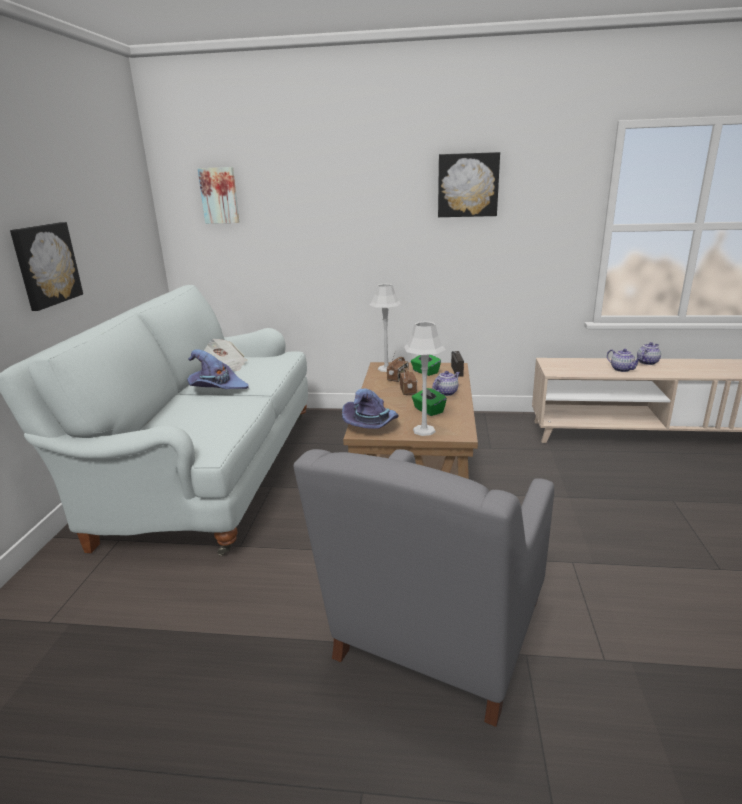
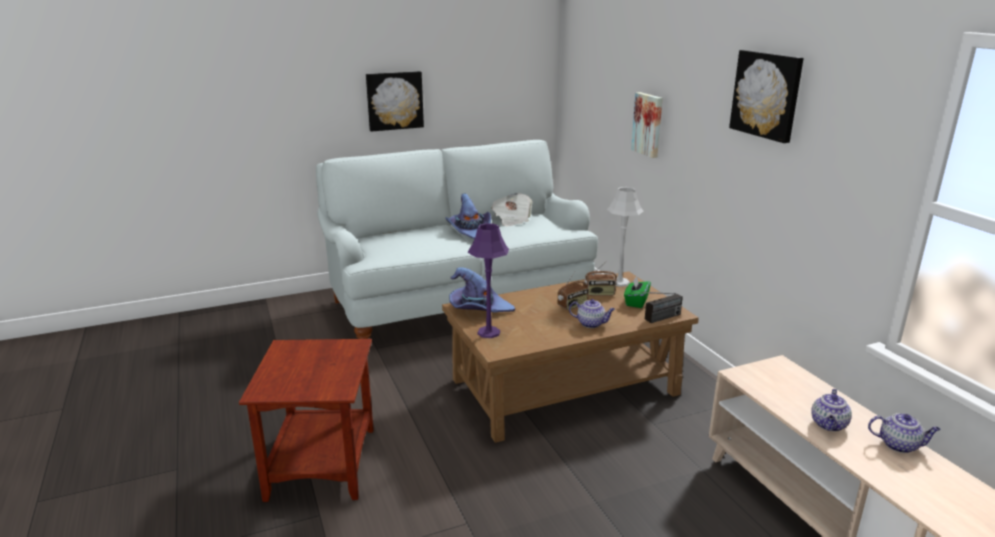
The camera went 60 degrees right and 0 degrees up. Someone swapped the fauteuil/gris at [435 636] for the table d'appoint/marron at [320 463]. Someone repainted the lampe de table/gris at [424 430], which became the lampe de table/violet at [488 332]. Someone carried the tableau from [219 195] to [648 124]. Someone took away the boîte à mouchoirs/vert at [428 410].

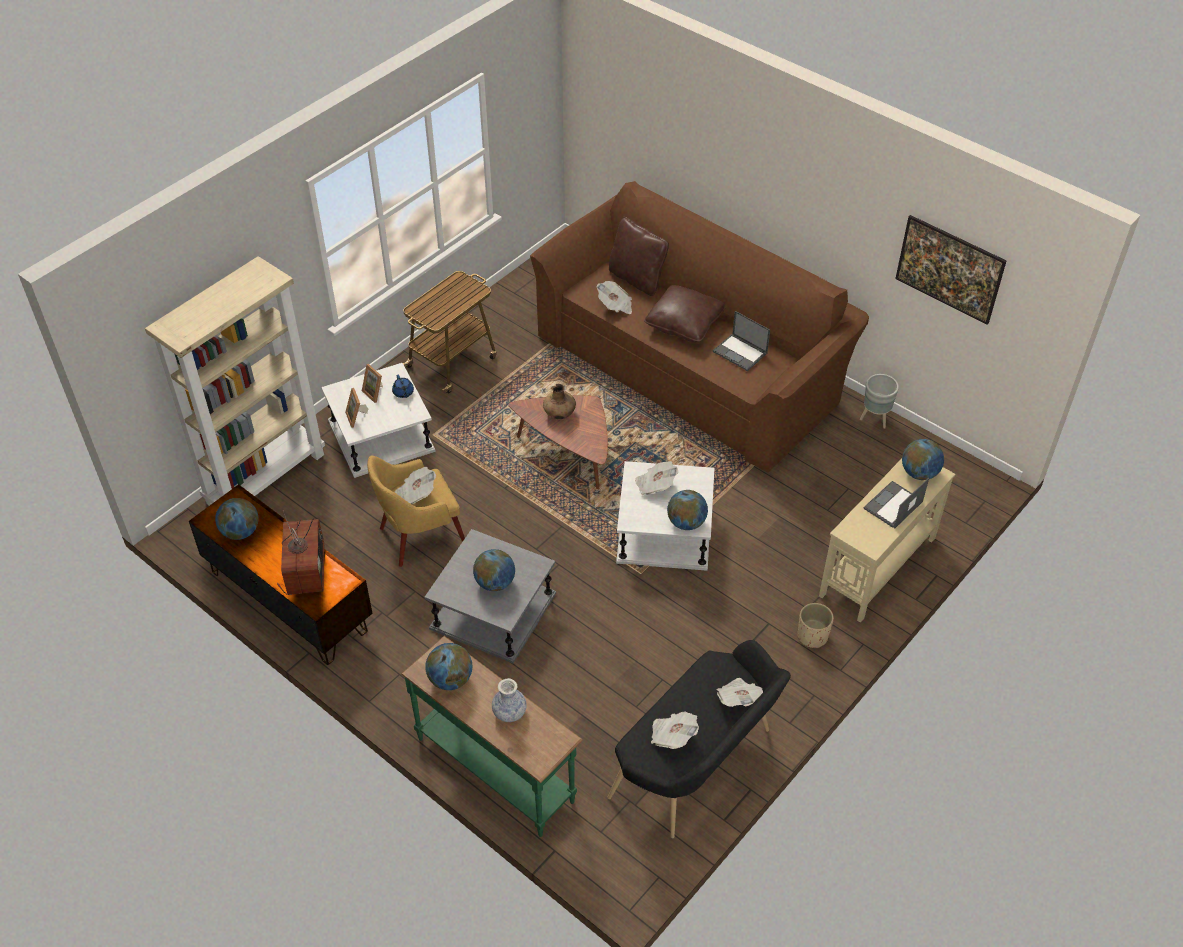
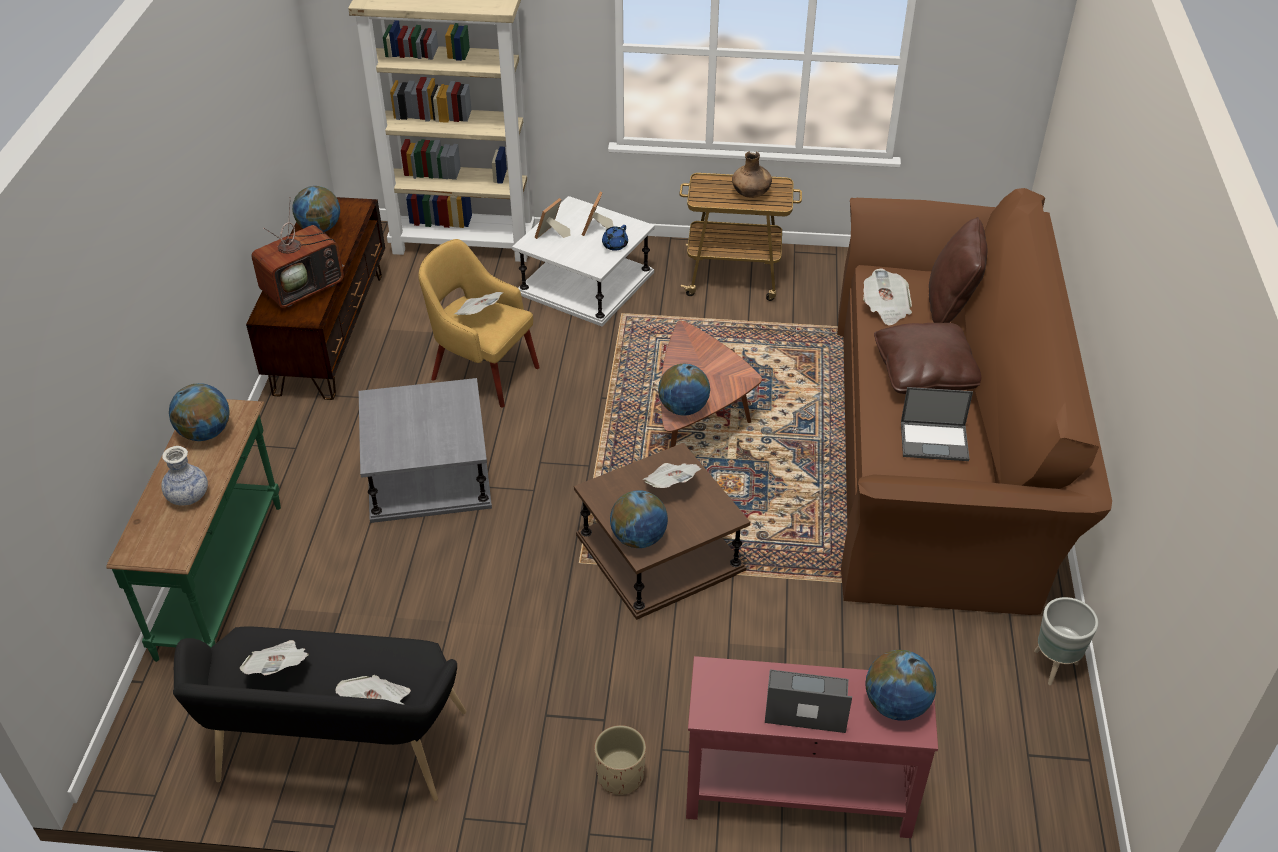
The camera went 55 degrees right and 5 degrees down. Someone repainted the table d'appoint/blanc at [664 531], which became the table d'appoint/marron at [660 553]. Someone carried the globe from [495 583] to [683 408]. Someone repainted the table console/beige at [877 567], which became the table console/rouge at [797 792]. Someone carried the vase/marron from [559 413] to [751 194]. Someone rotated the ordinateur portable at [740 352] by 90 degrees counterclockwise. Someone took away the tableau at [945 284].

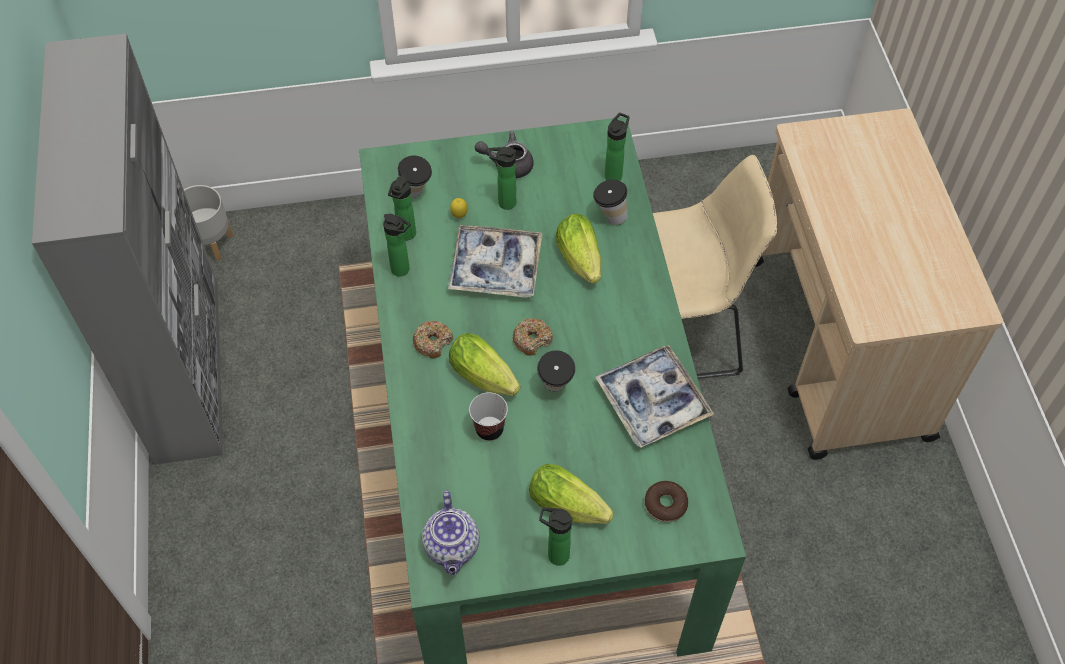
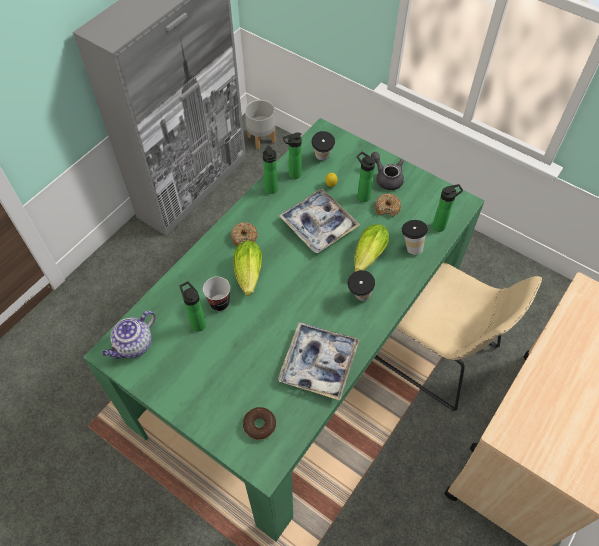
The camera went 45 degrees right and 0 degrees up. Someone carried the bouteille from [555 555] to [197 323]. Someone carried the tasse from [555 389] to [359 298]. Someone carried the beignet from [532 340] to [387 208]. Someone took away the laitue at [571 507].

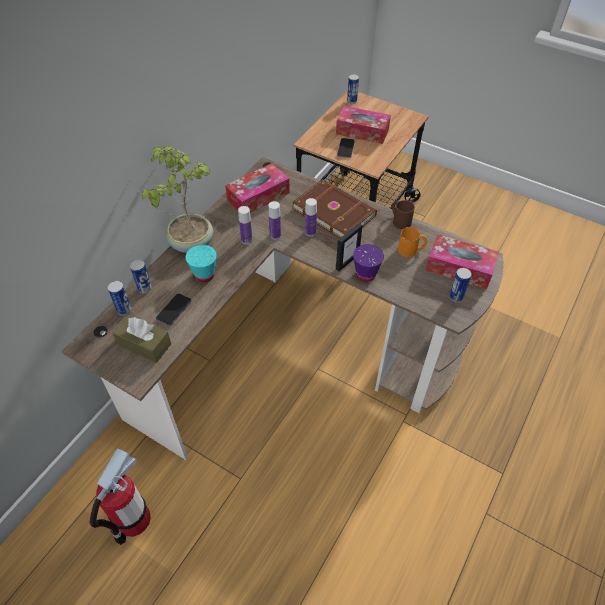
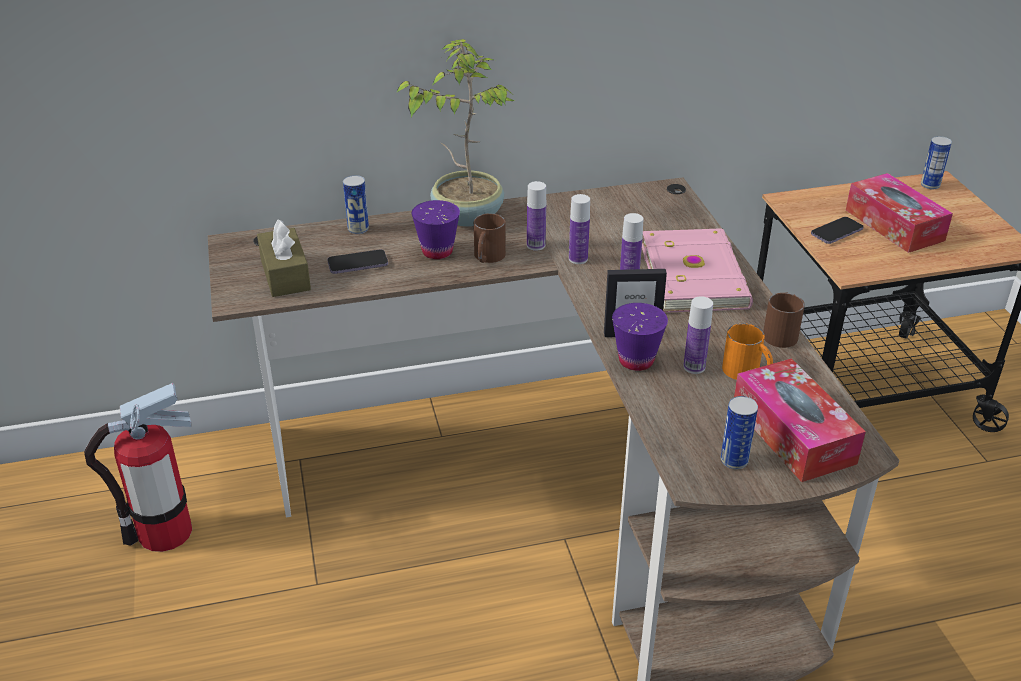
The camera went 45 degrees right and 15 degrees down. Someone repainted the tasse/turquoise at [204 275], which became the tasse/violet at [437 251]. Someone put down the mug/marron at [487 257]. Someone repainted the livre/marron at [334 211], which became the livre/rose at [696 275]. Someone put down the bouteille at [694 367]. Someone took away the boîte métallique at [124 310]. Someone took away the boîte à mouchoirs at [258 196].

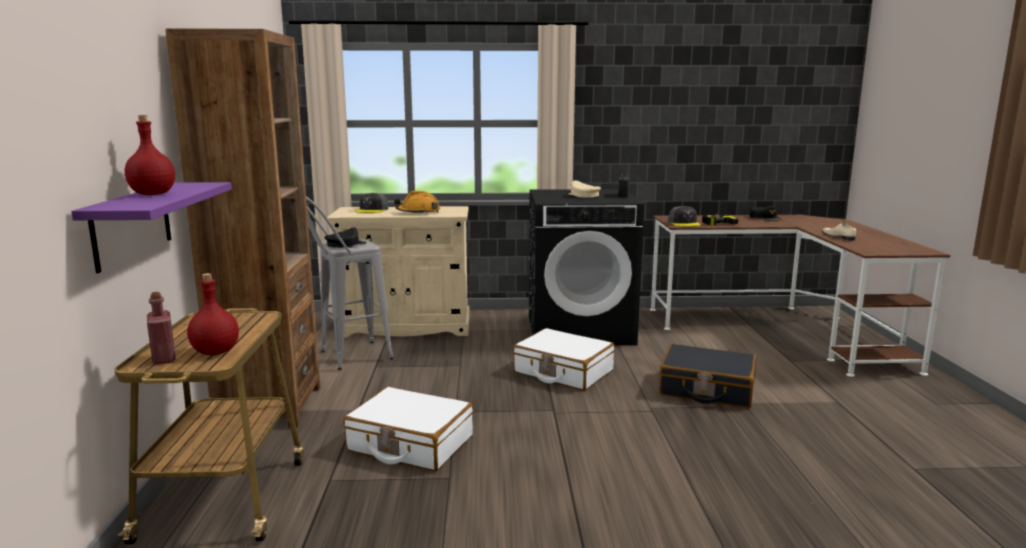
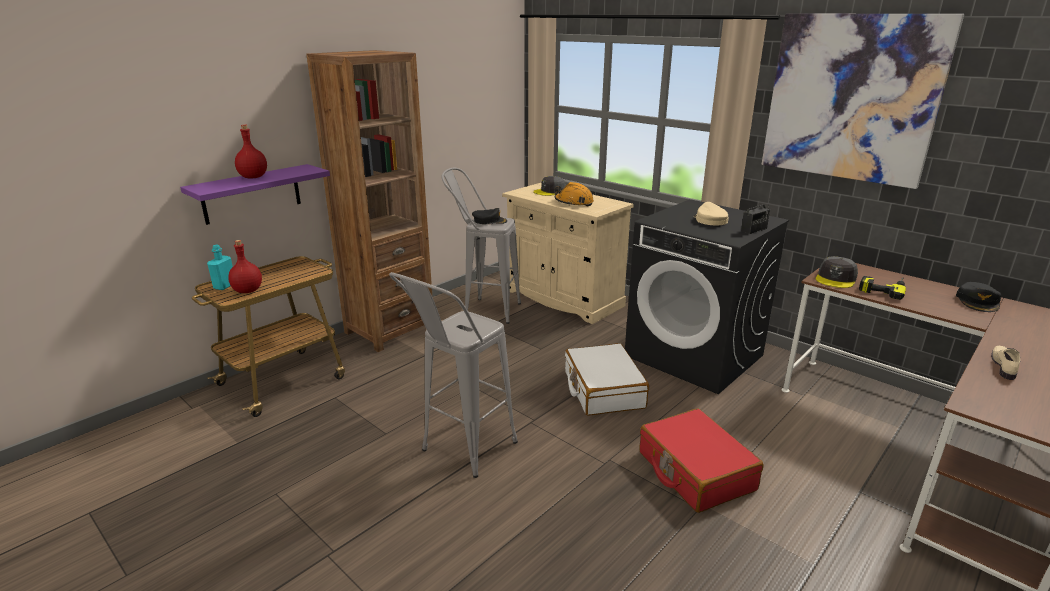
The camera went 45 degrees right and 10 degrees up. Someone repainted the bouteille/rouge at [164 358], which became the bouteille/turquoise at [224 286]. Someone put down the tabouret/gris at [460 454]. Someone repainted the valise/noir at [706 389], which became the valise/rouge at [695 471]. Someone put up the tableau at [851 98]. Someone took away the valise/blanc at [410 444].

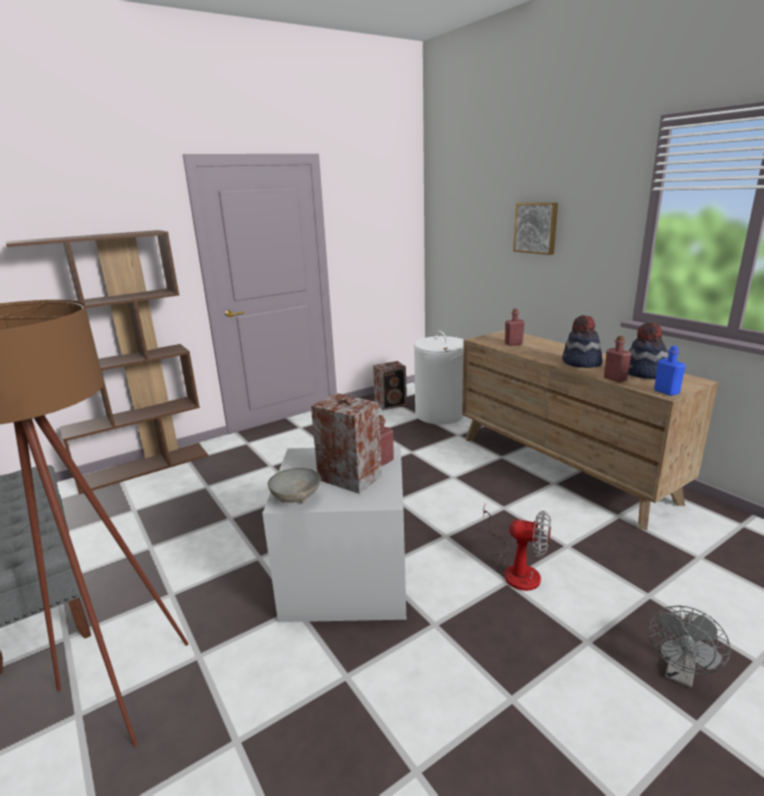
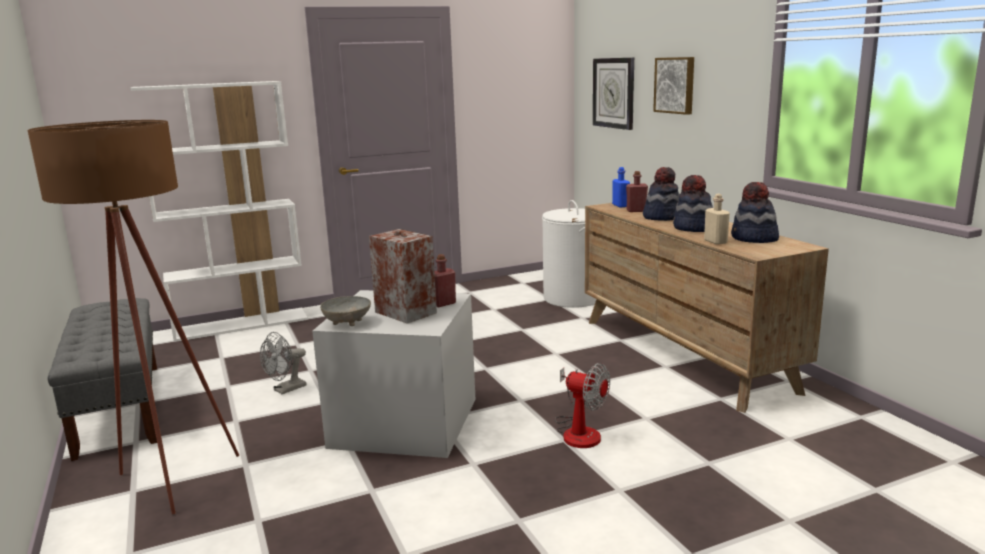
The camera went 10 degrees right and 5 degrees down. Someone repainted the bibliothèque/marron at [144 467], which became the bibliothèque/blanc at [241 324]. Someone carried the ventilateur/gris from [680 675] to [286 390]. Someone put up the horloge murale at [614 93]. Someone carried the bouteille/bleu from [666 392] to [620 205]. Someone put down the chapeau at [662 217]. Someone repainted the bouteille/rouge at [615 379], which became the bouteille/beige at [715 242]. Someone took away the enceinte at [391 404].

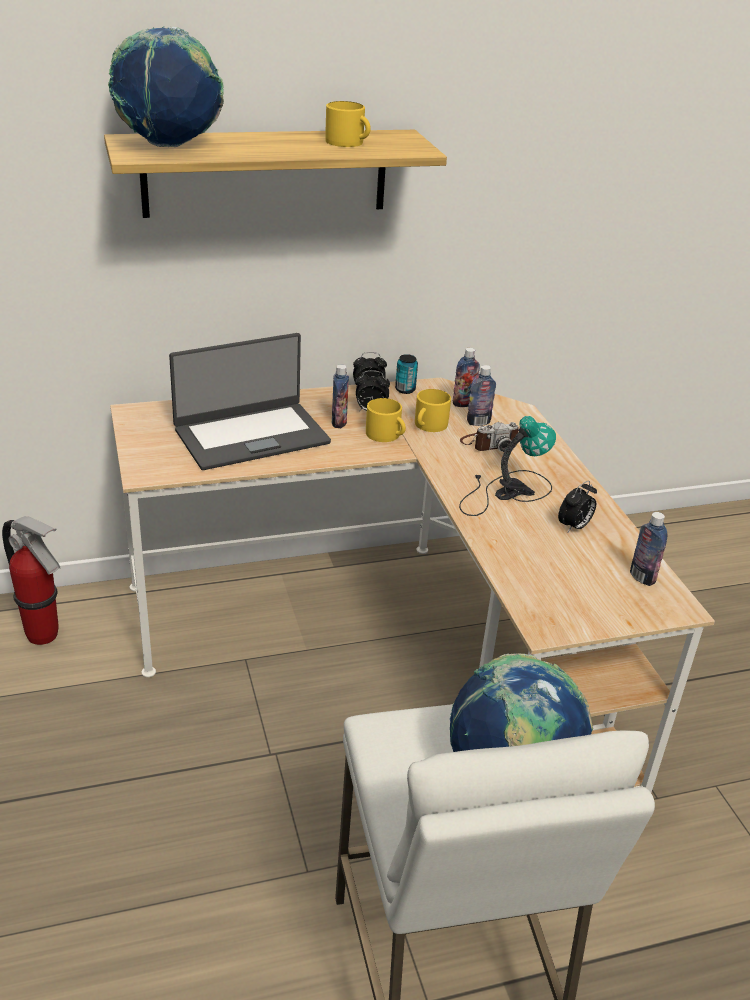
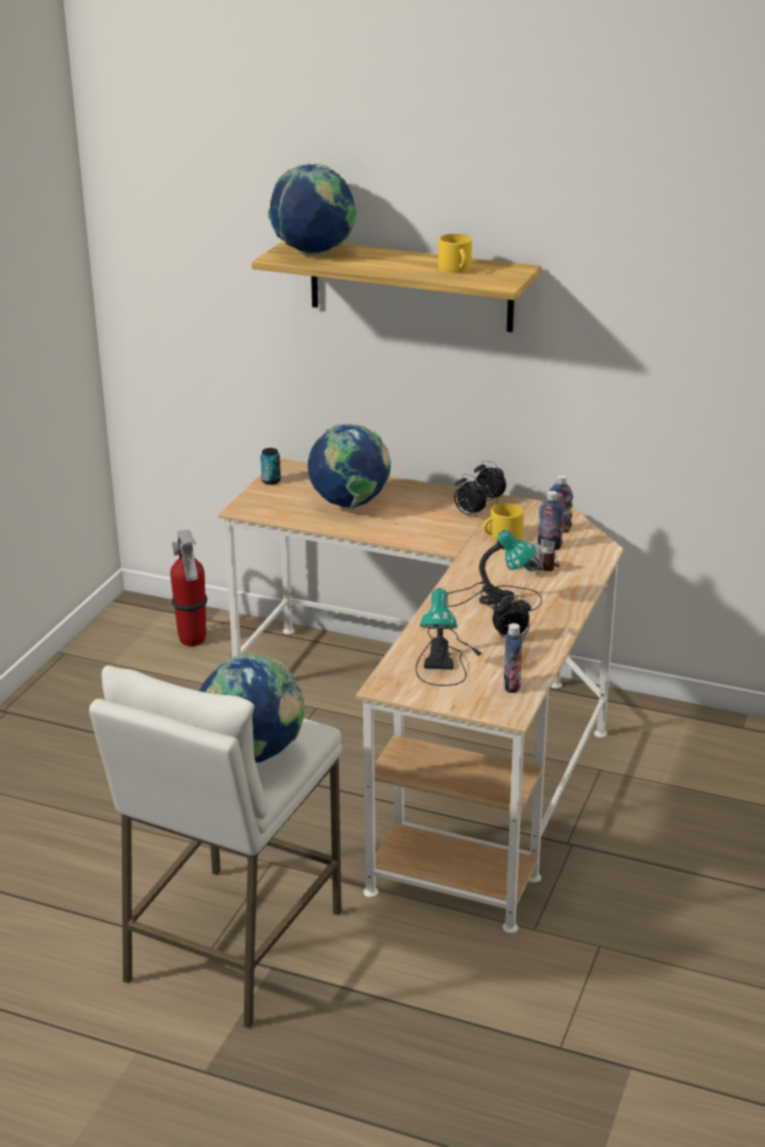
The camera went 40 degrees right and 5 degrees down. Someone carried the boîte métallique from [405 389] to [271 481]. Someone swapped the ordinateur portable at [251 435] for the globe at [350 505]. Someone put down the lampe de table at [444 657]. Someone took away the bouteille at [339 422]. Someone took away the mug/jaune at [386 435].

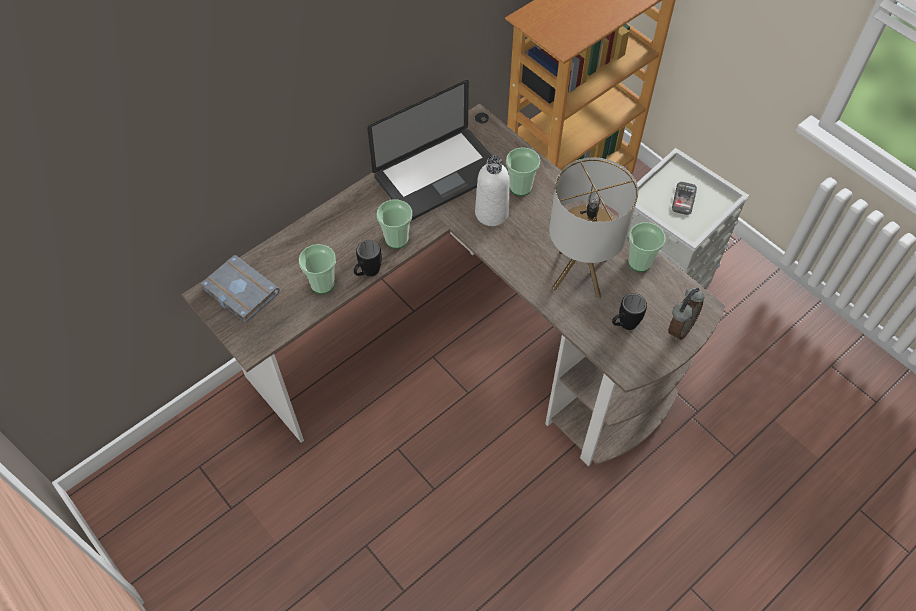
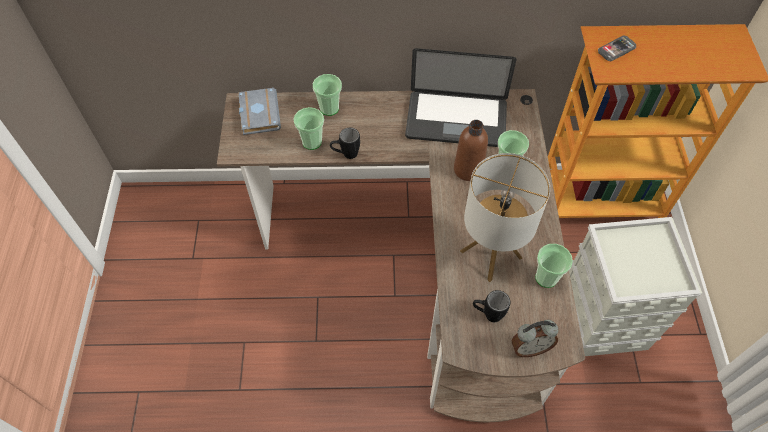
The camera went 40 degrees right and 0 degrees up. Someone carried the tasse from [396 239] to [329 108]. Someone repainted the bouteille/blanc at [491 213], which became the bouteille/marron at [468 169]. Someone carried the téléphone from [683 199] to [616 49].

